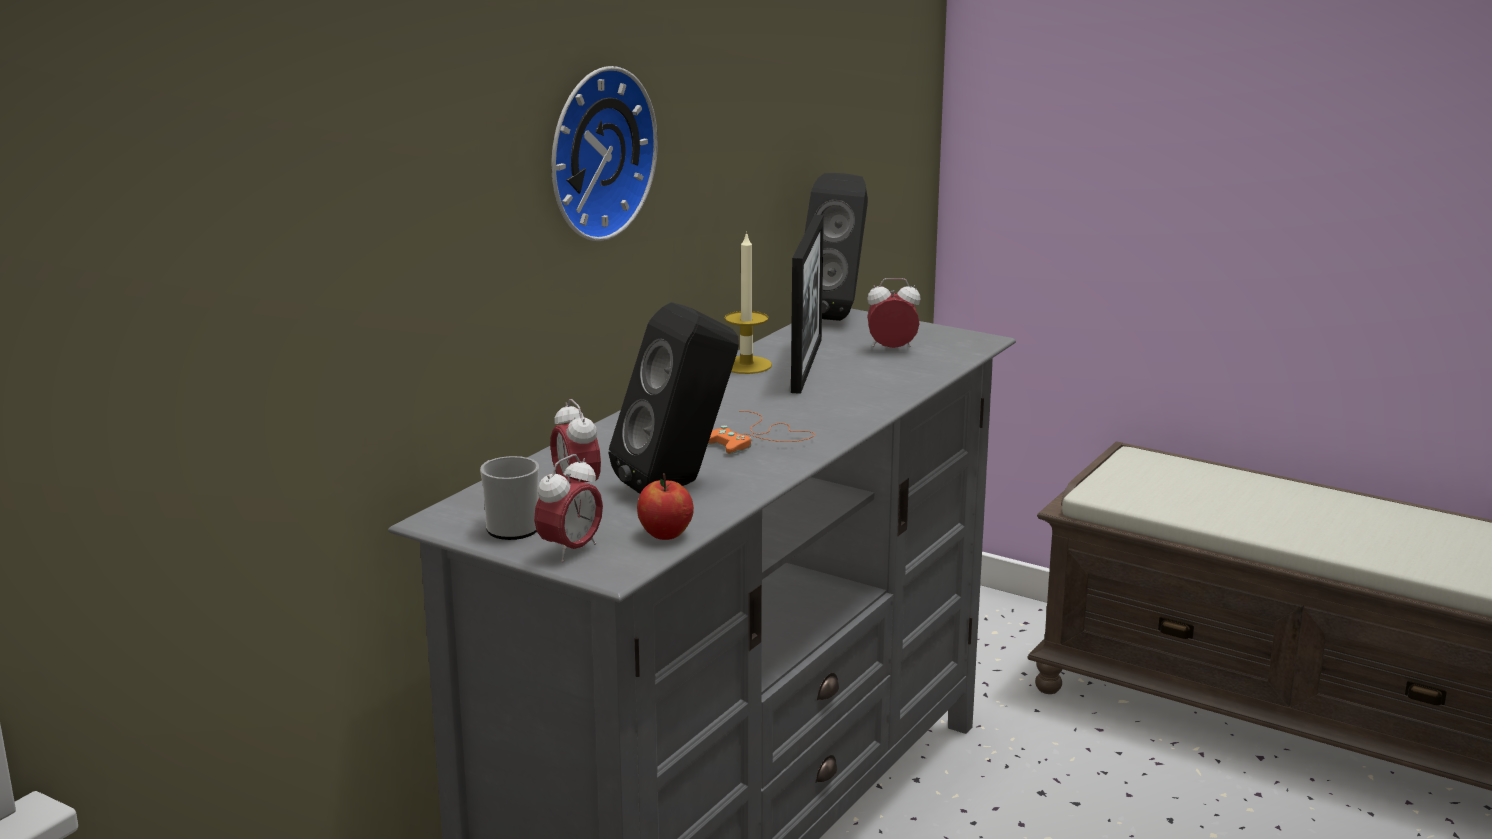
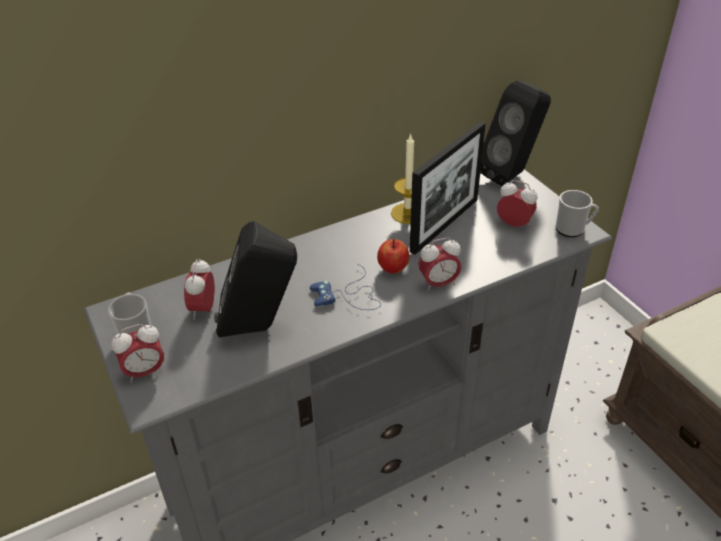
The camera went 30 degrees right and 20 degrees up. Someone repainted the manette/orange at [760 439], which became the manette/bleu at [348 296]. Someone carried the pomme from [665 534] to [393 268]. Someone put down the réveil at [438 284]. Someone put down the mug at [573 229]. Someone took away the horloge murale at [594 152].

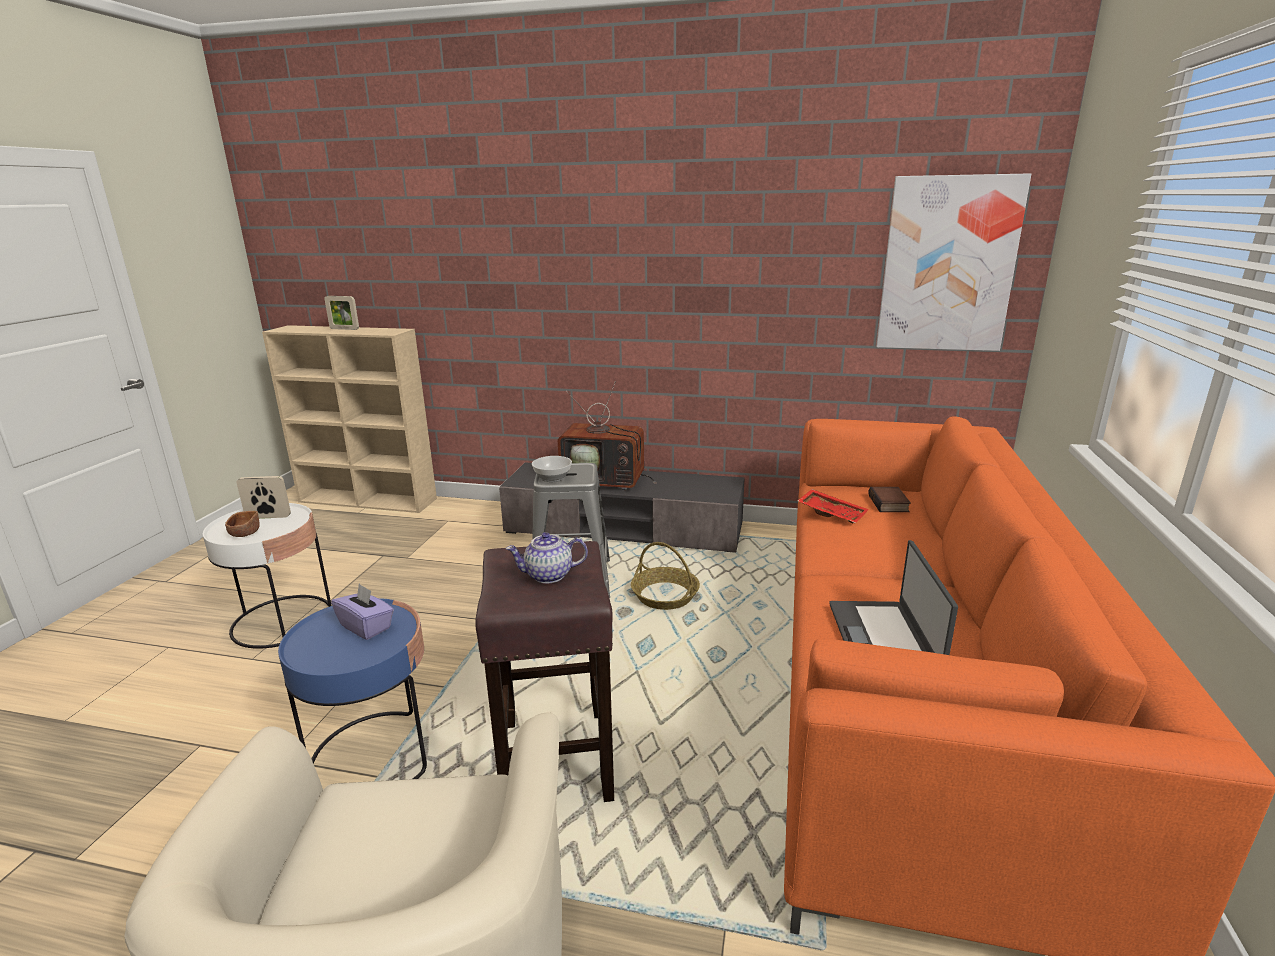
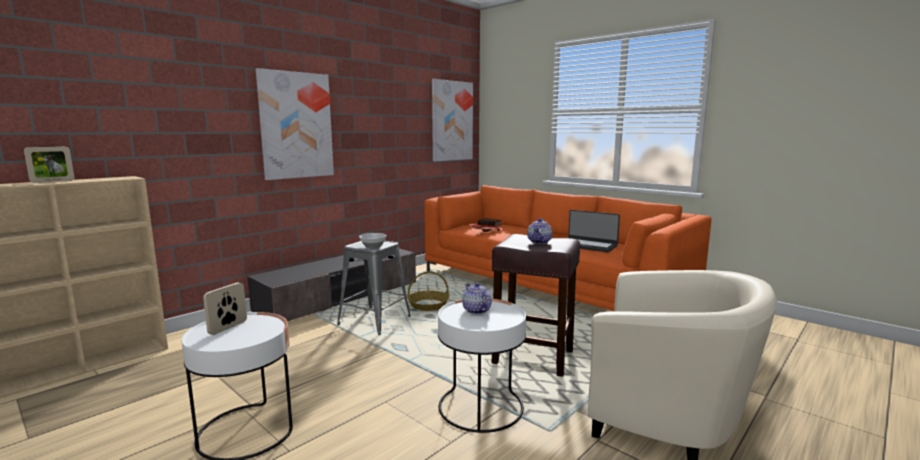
The camera went 60 degrees left and 10 degrees down. Someone put up the tableau at [296 125]. Someone repainted the table d'appoint/bleu at [374 755], which became the table d'appoint/blanc at [480 407]. Someone swapped the boîte à mouchoirs/violet at [366 627] for the théière at [476 310]. Someone took away the bol/marron at [245 533]. Someone took away the téléviseur at [606 481].

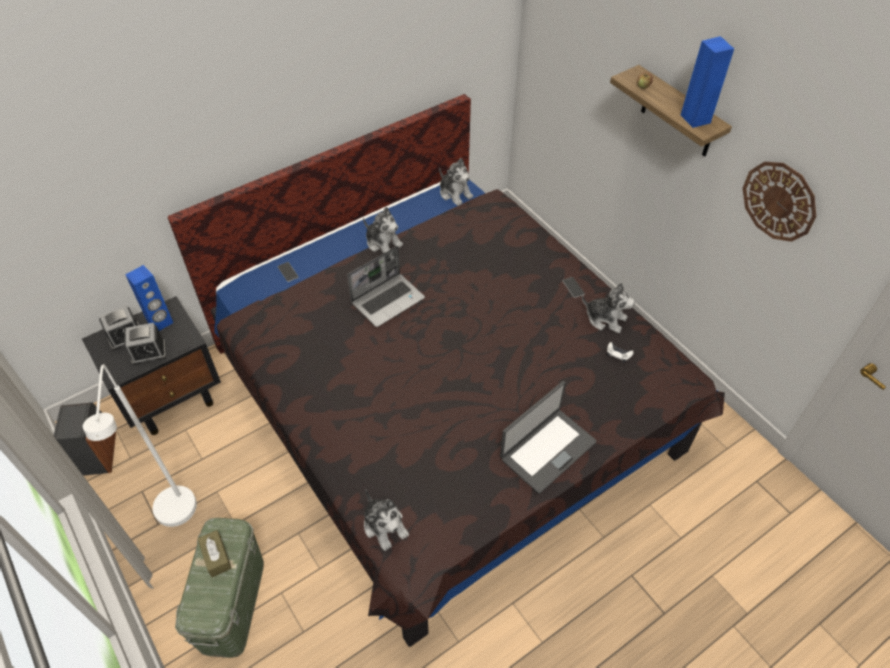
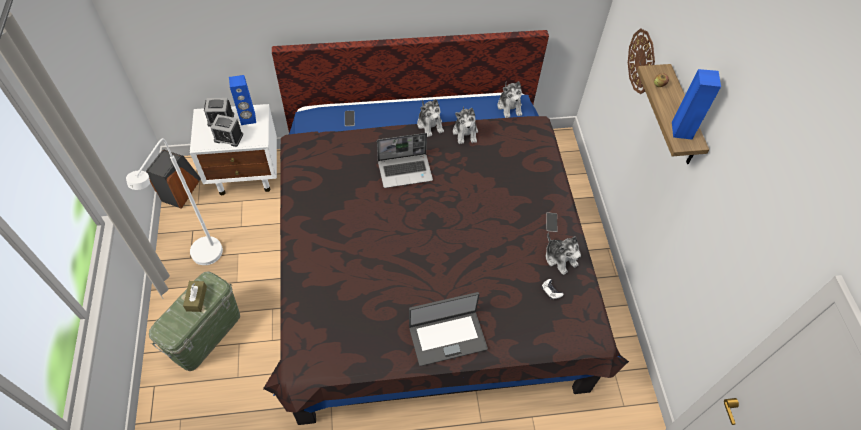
The camera went 25 degrees right and 5 degrees up. Someone repainted the table de chevet/noir at [173 398], which became the table de chevet/blanc at [246 174]. Someone carried the peluche from [385 526] to [465 132]. Someone carried the horloge murale from [779 201] to [642 61].

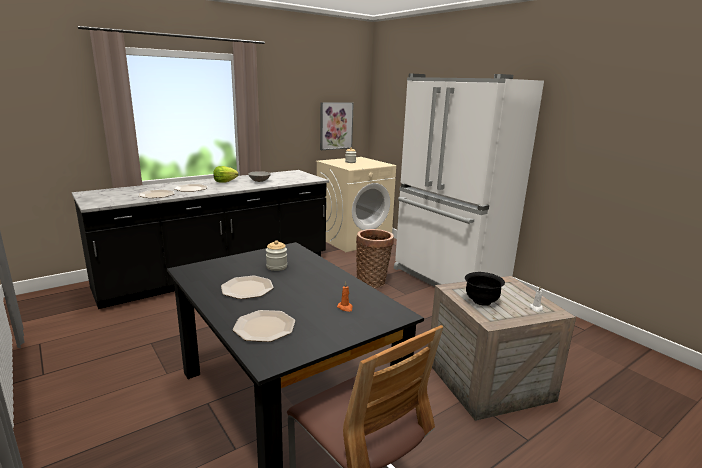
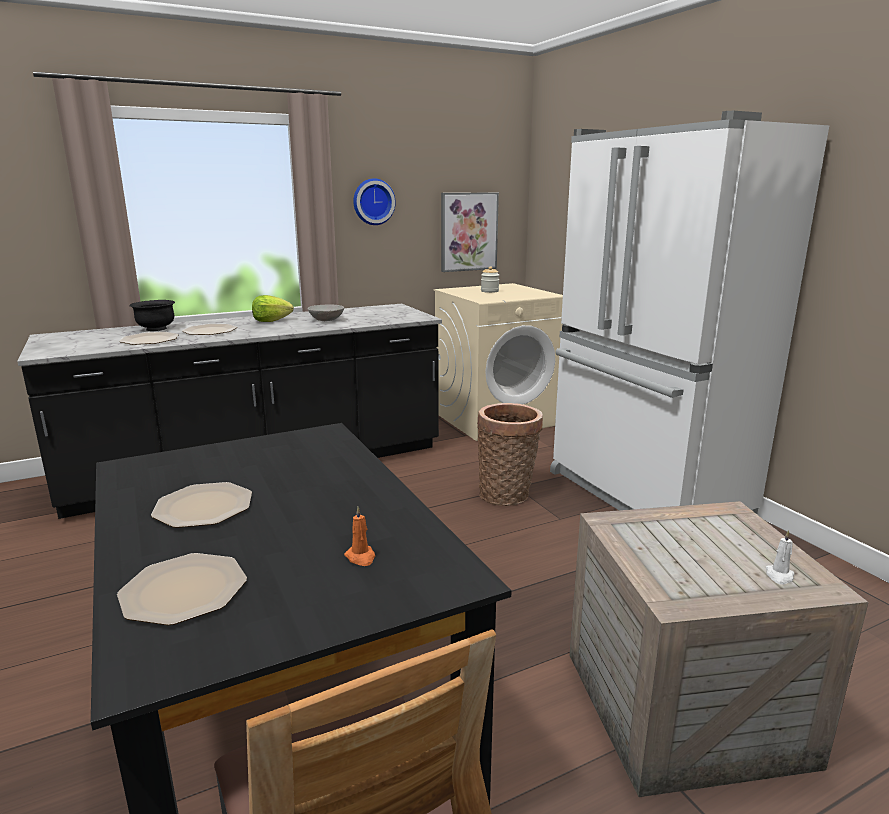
The camera went 10 degrees right and 0 degrees up. Someone carried the bol/noir from [481 301] to [156 329]. Someone put up the horloge murale at [373 202]. Someone took away the bocal at [276 267].

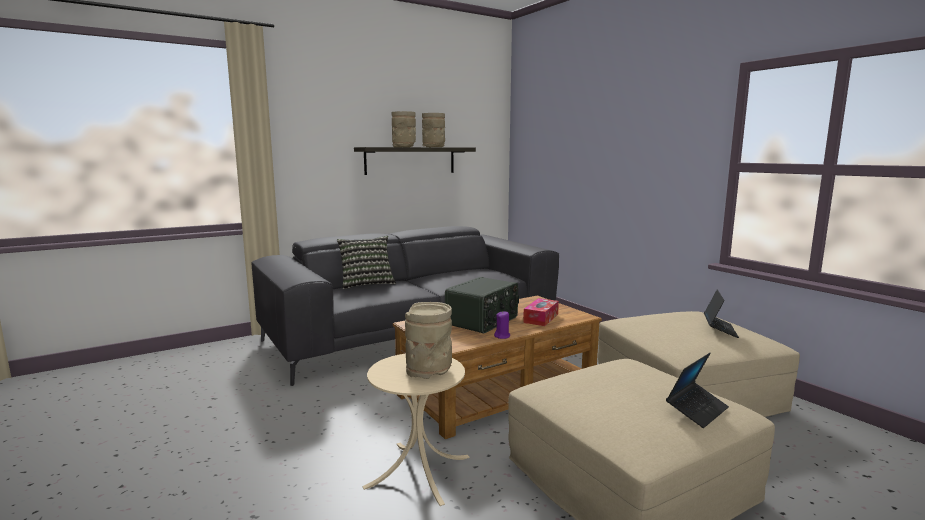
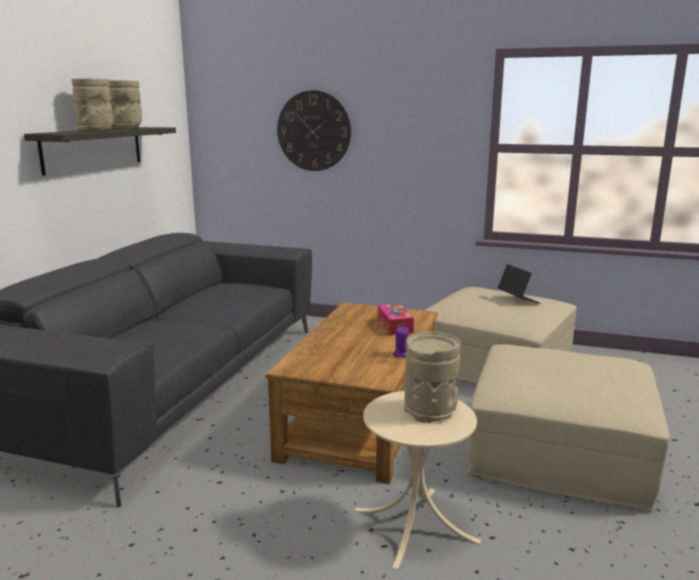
The camera went 40 degrees left and 5 degrees up. Someone put up the horloge murale at [314 131]. Someone took away the coussin at [366 283]. Someone took away the radio at [483 321]. Someone took away the ordinateur portable at [696 410].

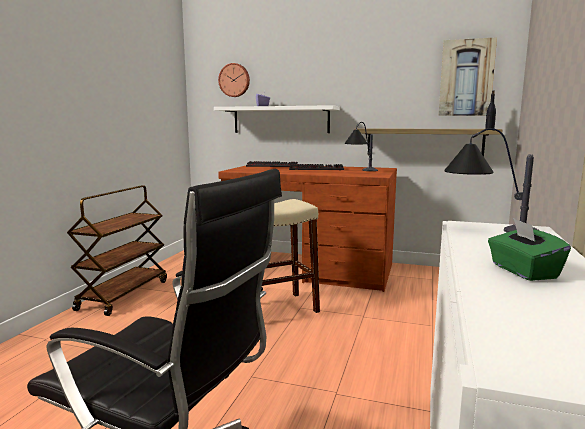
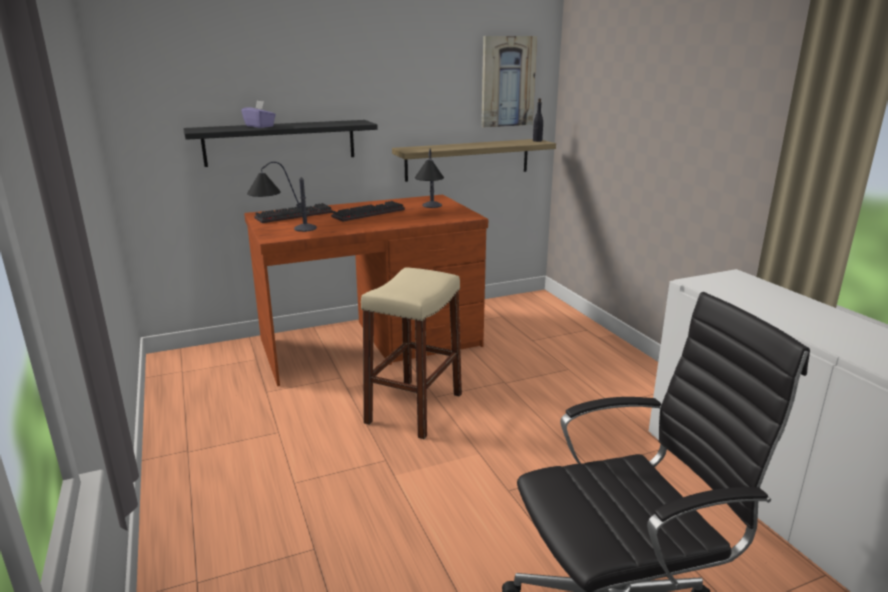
The camera went 40 degrees left and 10 degrees up. Someone repainted the étagère/blanc at [281 120], which became the étagère/noir at [280 142]. Someone carried the lampe de table from [484 229] to [282 230]. Someone took away the chariot/marron at [124 294]. Someone took away the horloge murale at [234 80]. Someone took away the boîte à mouchoirs/vert at [523 271].

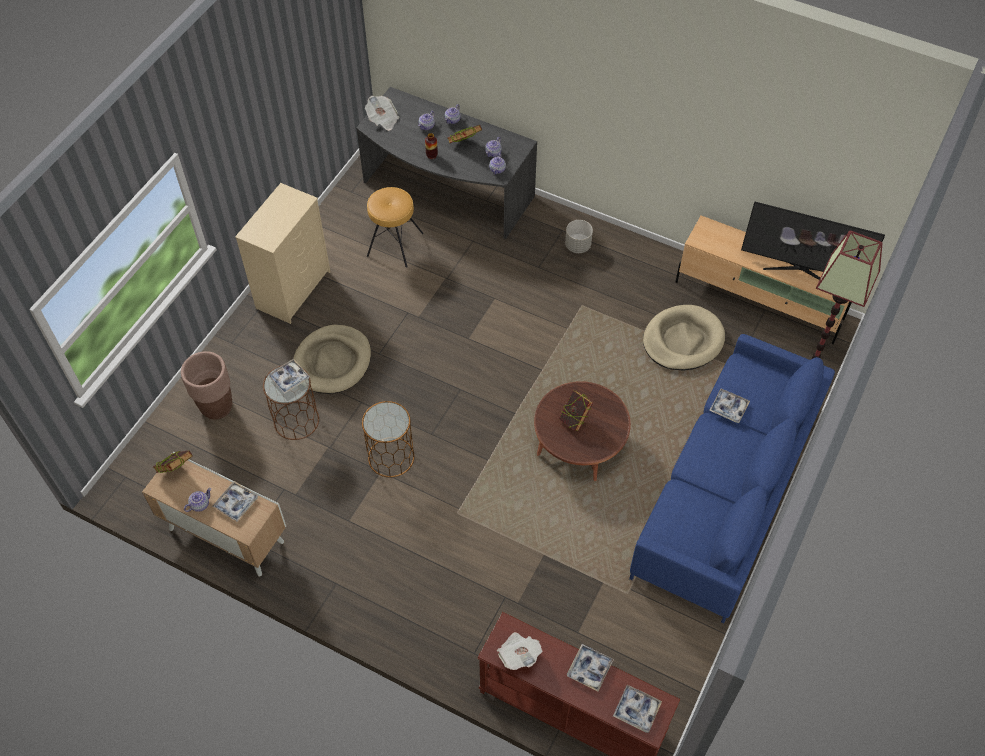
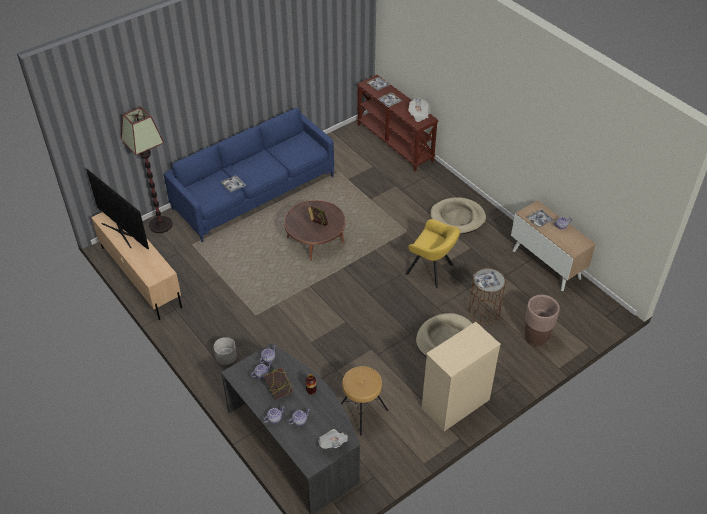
The camera went 155 degrees left and 10 degrees down. Someone swapped the table d'appoint/marron at [391 457] for the fauteuil/jaune at [431 271]. Someone carried the panier pour chien/beige from [682 340] to [457 218]. Someone took away the livre at [176 470].

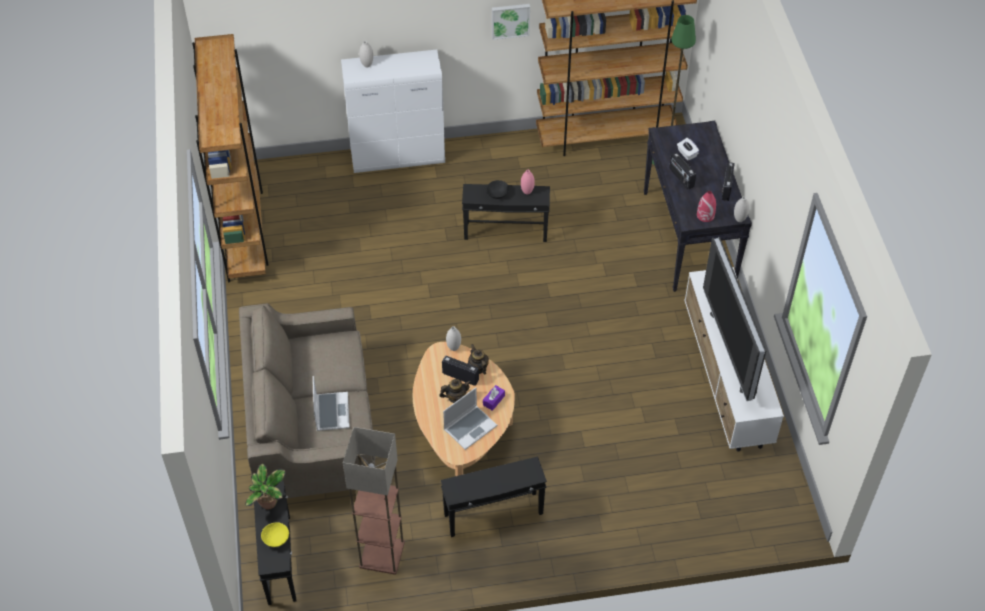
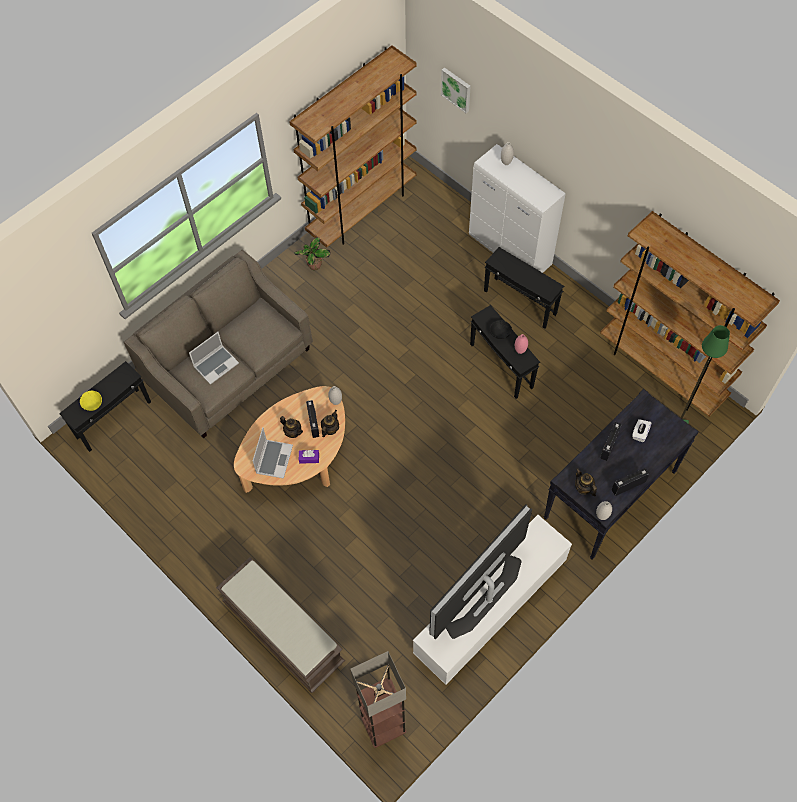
The camera went 55 degrees right and 10 degrees up. Someone put down the banc/marron at [282 633]. Someone rotated the ordinateur portable at [470 427] by 90 degrees counterclockwise. Someone carried the plante en pot from [269 503] to [314 266]. Someone carried the lampadaire from [382 555] to [383 725]. Someone carried the tableau from [510 20] to [456 89]. Someone carried the table d'appoint/noir from [493 515] to [519 303]. Someone swapped the vase/rouge at [705 215] for the théière at [583 488].

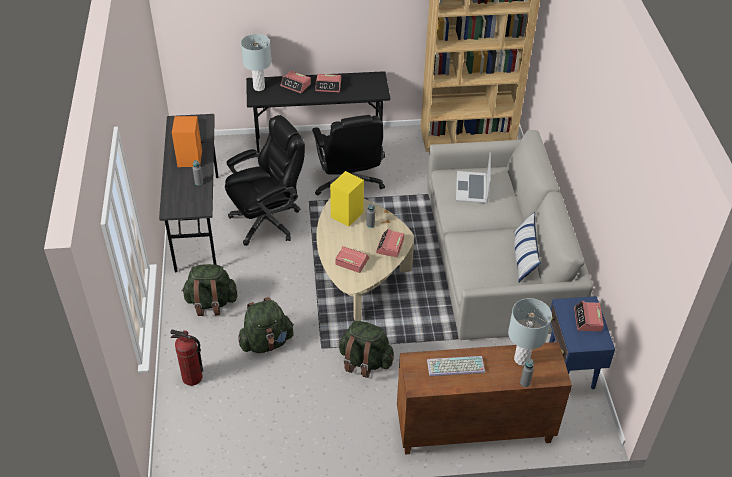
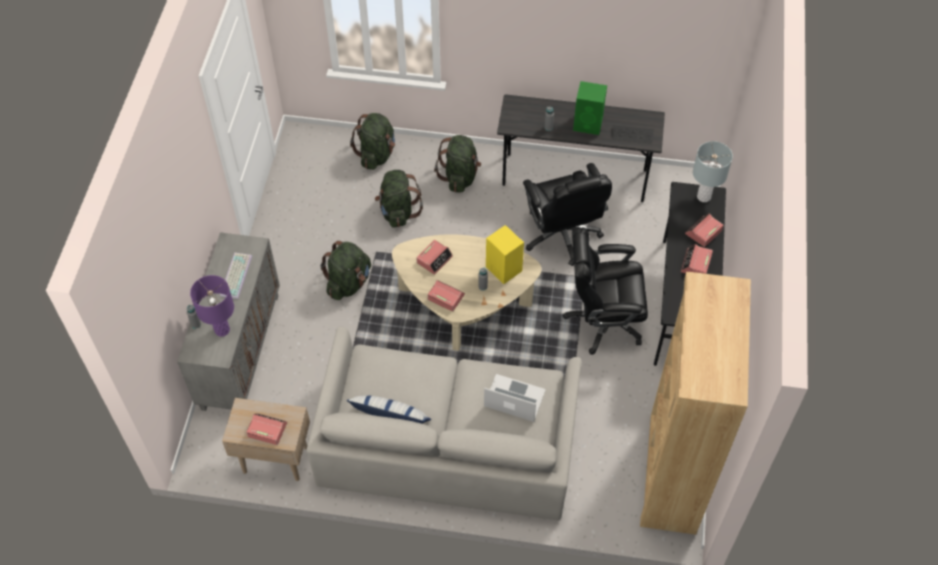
The camera went 105 degrees right and 10 degrees up. Someone repainted the meuble de rangement/marron at [473 430], which became the meuble de rangement/gris at [240 350]. Someone repainted the lampe de table/gris at [521 359], which became the lampe de table/violet at [222 330]. Someone repainted the table d'appoint/bleu at [570 369], which became the table d'appoint/beige at [274 459]. Someone swapped the extincteur at [192 377] for the sac à dos/vert at [376 154]. Someone repainted the enceinte/orange at [190 158], which became the enceinte/vert at [588 124].

